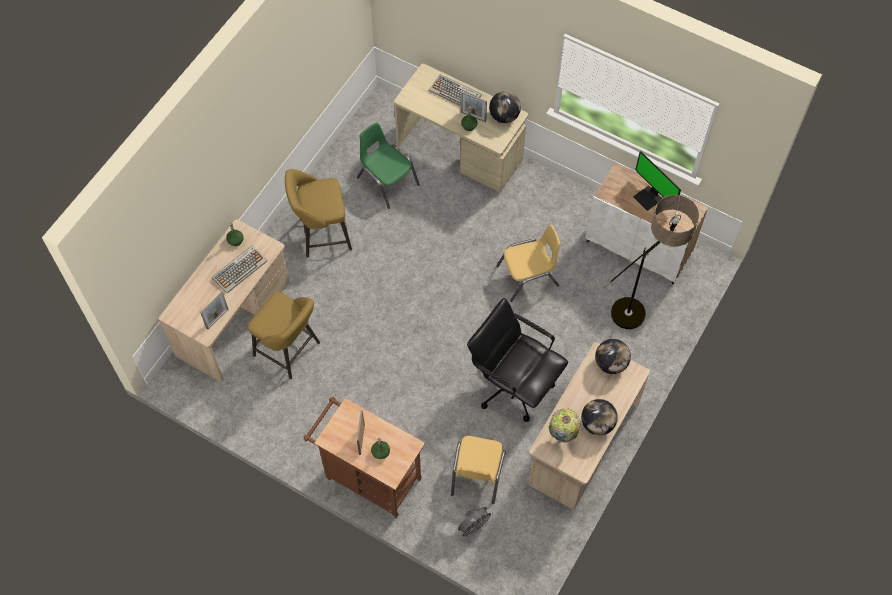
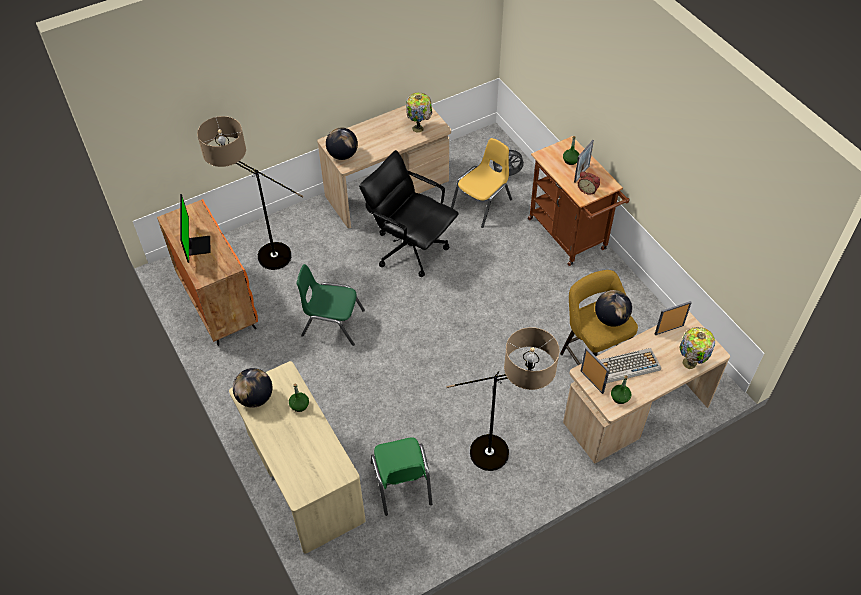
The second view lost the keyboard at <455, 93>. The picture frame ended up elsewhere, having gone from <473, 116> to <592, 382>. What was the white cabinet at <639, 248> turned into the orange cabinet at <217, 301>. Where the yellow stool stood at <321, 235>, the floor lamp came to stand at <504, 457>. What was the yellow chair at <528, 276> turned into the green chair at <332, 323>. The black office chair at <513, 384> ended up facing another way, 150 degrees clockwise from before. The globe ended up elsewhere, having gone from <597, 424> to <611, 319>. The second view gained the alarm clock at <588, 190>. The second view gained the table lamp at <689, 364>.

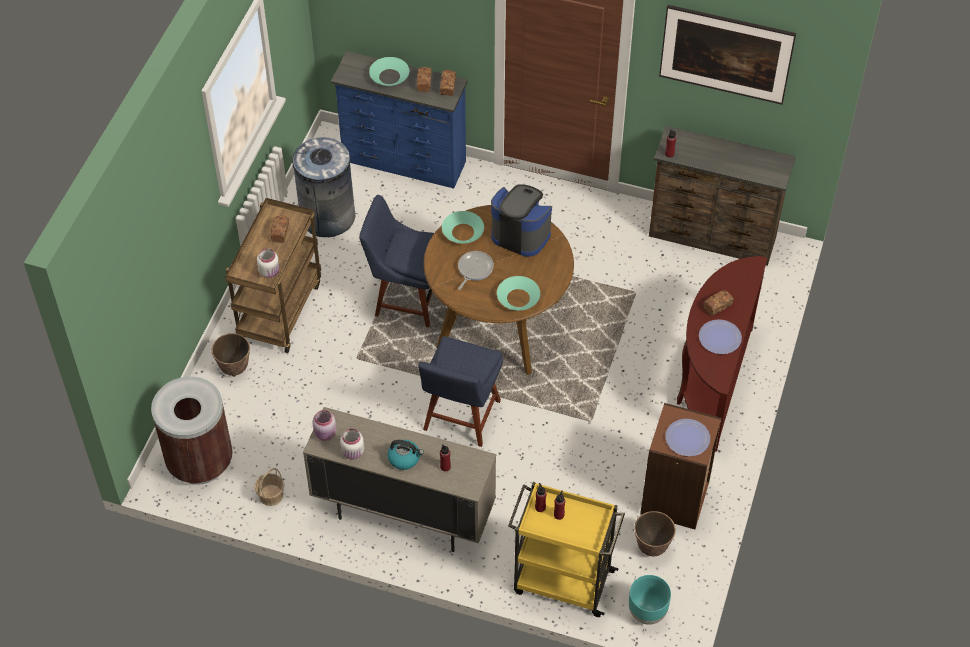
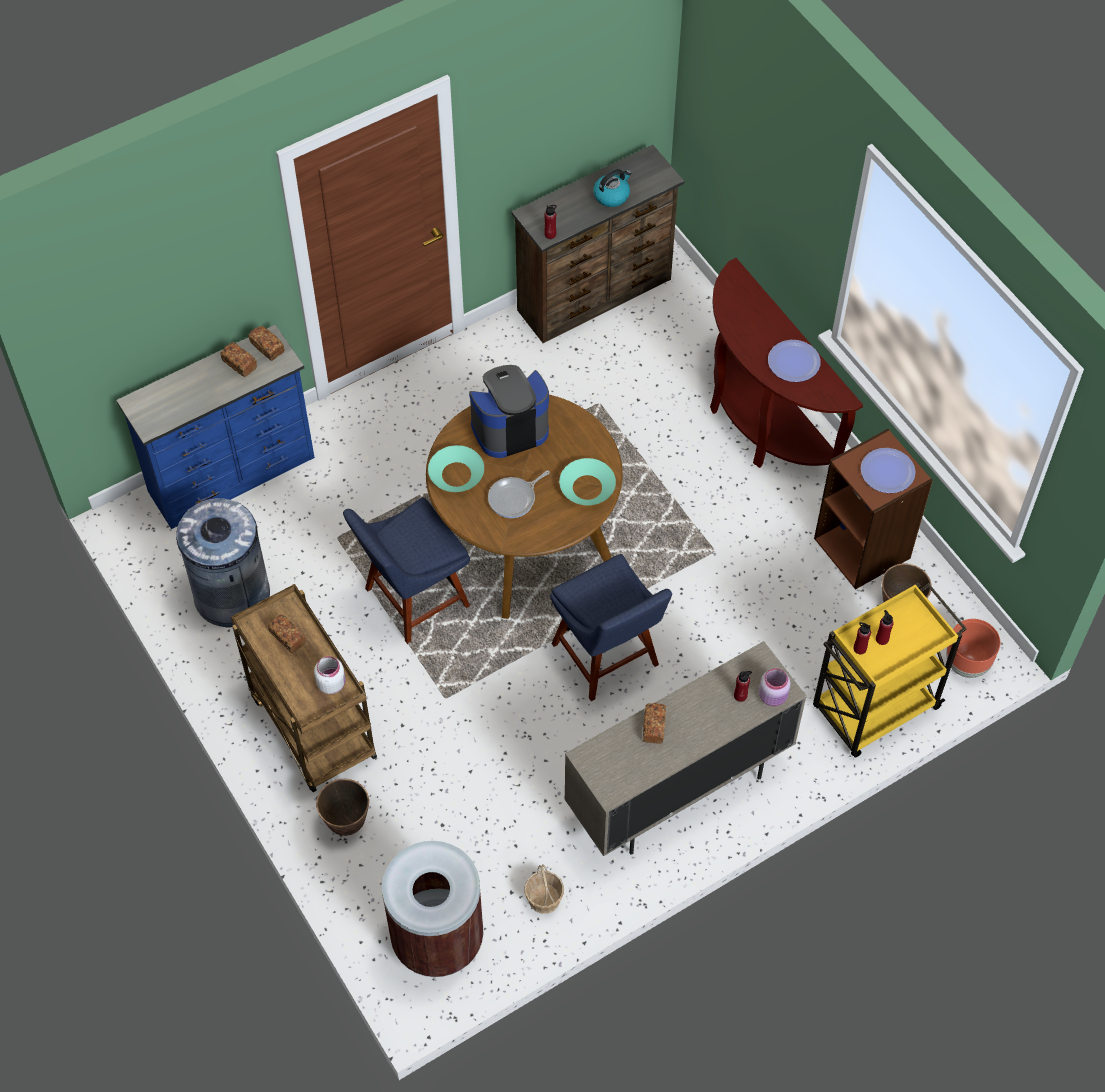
The second view lost the picture at <723, 71>. The second view lost the turquoise bowl at <389, 76>. The frying pan at <474, 269> ended up facing another way, 105 degrees counterclockwise from before. The bread ended up elsewhere, having gone from <717, 306> to <653, 727>. The pink jar ended up elsewhere, having gone from <325, 434> to <773, 696>. The second view lost the white jar at <353, 452>. The kettle ended up elsewhere, having gone from <404, 458> to <612, 195>. What was the turquoise planter at <647, 612> turned into the brown planter at <966, 663>.

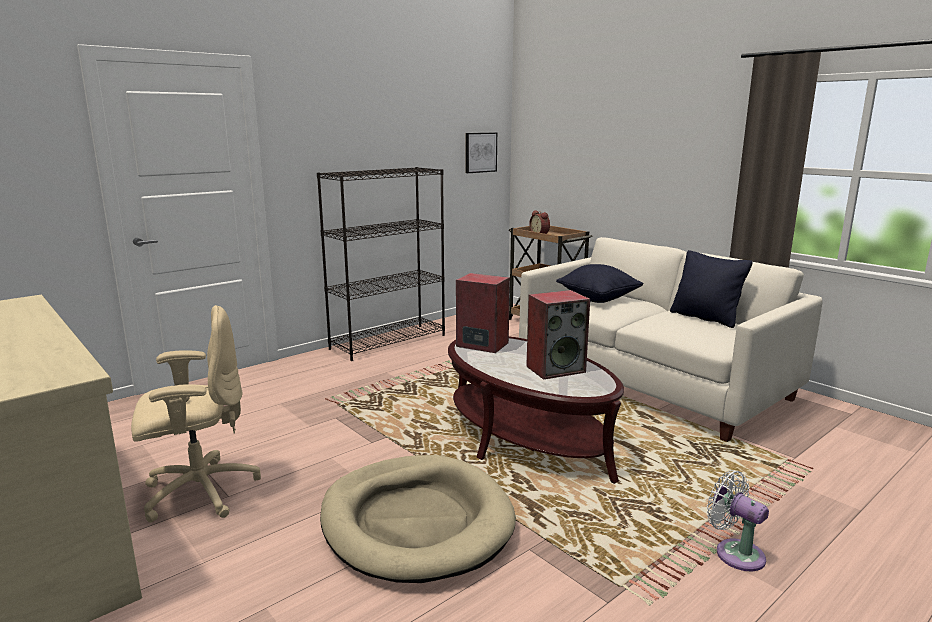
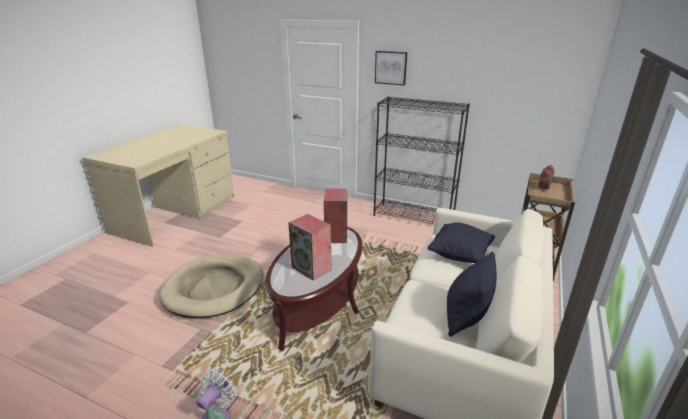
The picture ended up elsewhere, having gone from <480, 152> to <391, 68>. The second view lost the beige office chair at <199, 492>.

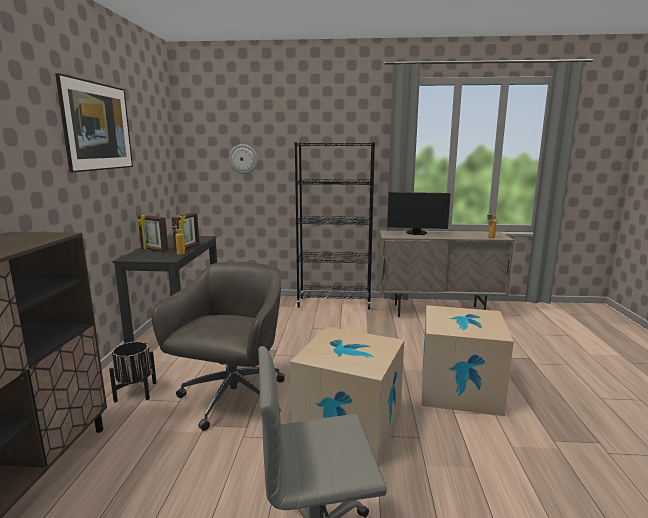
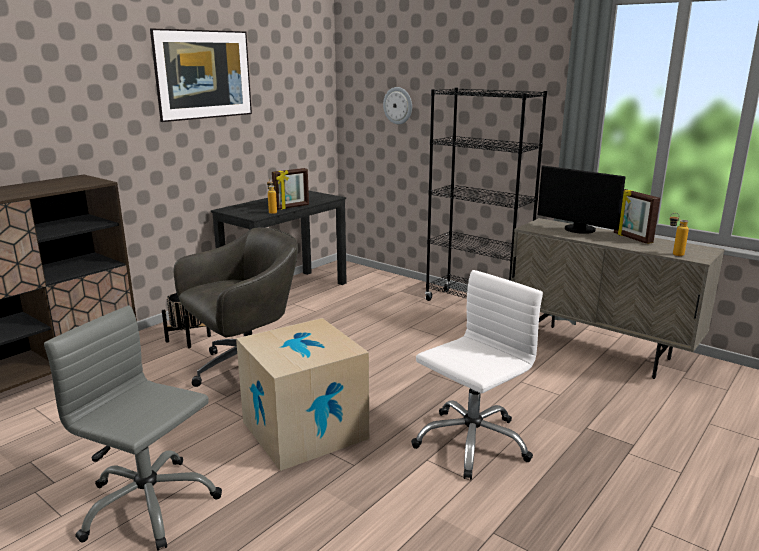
The picture frame ended up elsewhere, having gone from <154, 250> to <632, 238>. Where the cardboard box stood at <459, 389>, the white office chair came to stand at <471, 442>.

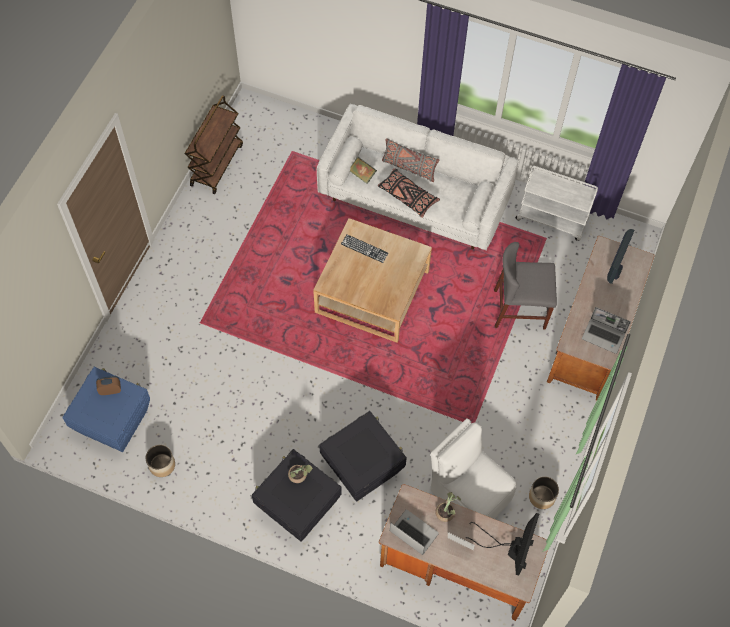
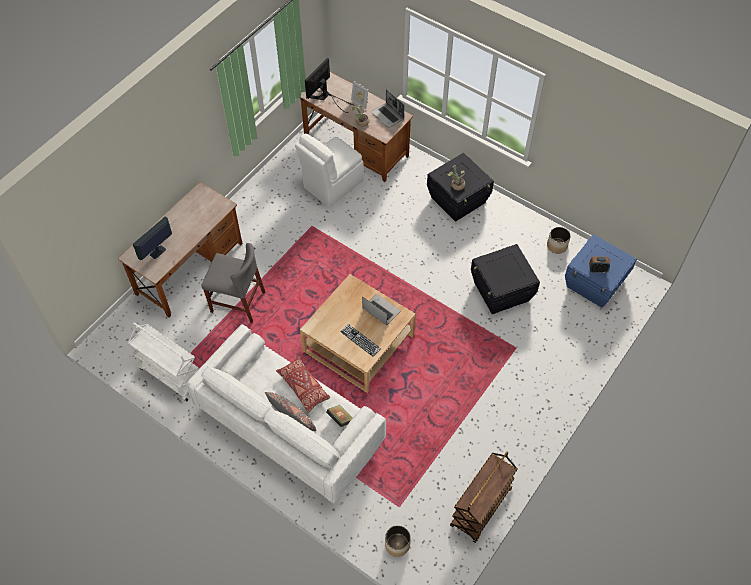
What was the black pillow at <407, 196> turned into the red pillow at <303, 387>. The laptop ended up elsewhere, having gone from <604, 336> to <380, 310>. The black storage box ended up elsewhere, having gone from <362, 467> to <501, 292>. The white chair at <469, 493> ended up facing another way, 75 degrees clockwise from before. The planter ended up elsewhere, having gone from <542, 496> to <397, 544>.

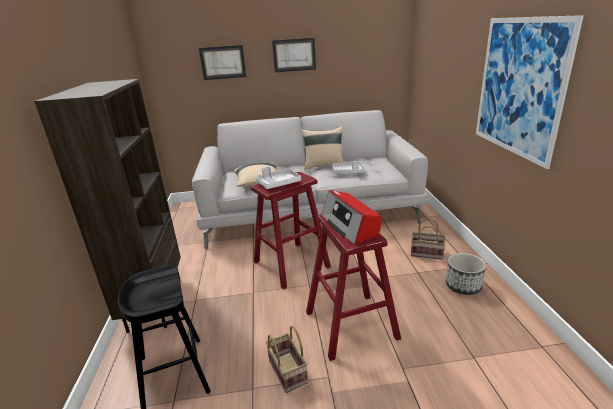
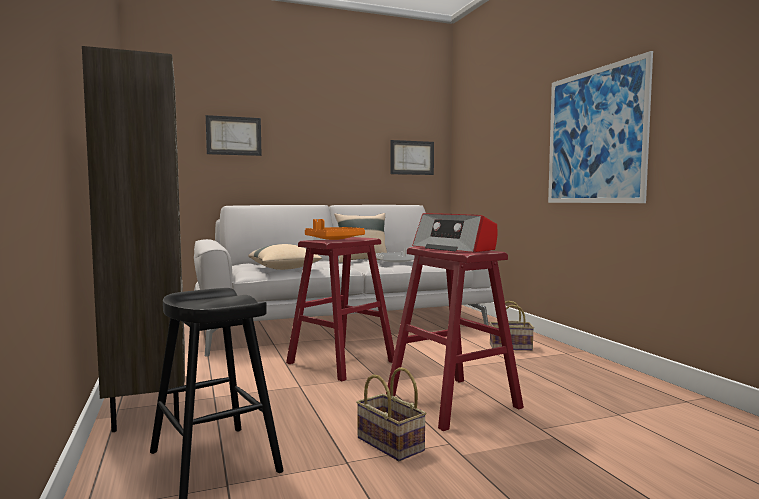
The picture ended up elsewhere, having gone from <294, 55> to <412, 157>. What was the grey tray at <278, 184> turned into the orange tray at <334, 239>. The second view lost the planter at <463, 286>.

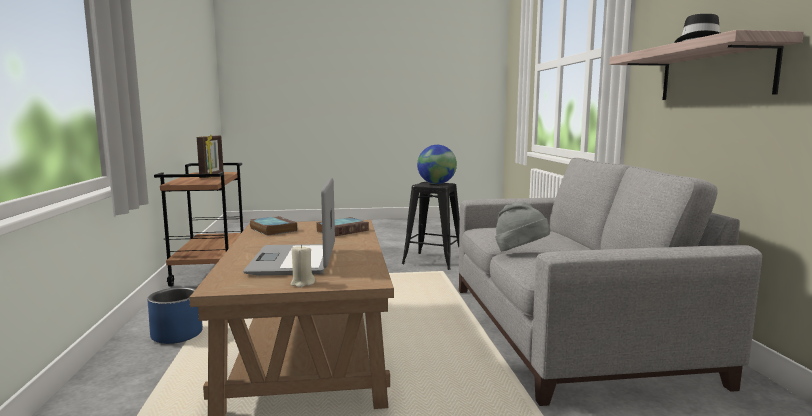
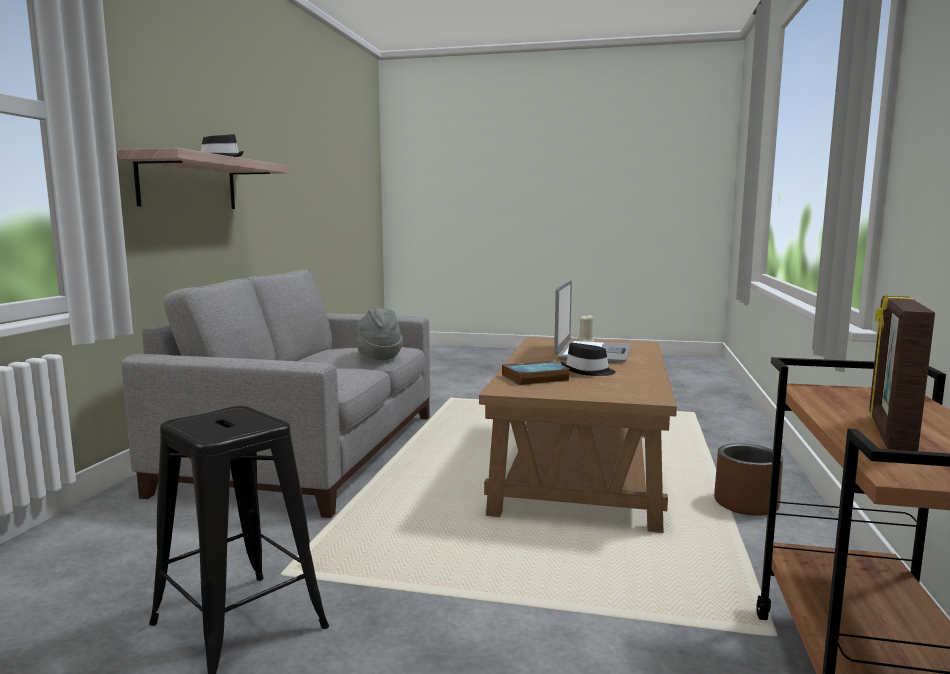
The second view lost the globe at <436, 184>. The second view lost the book at <272, 229>. What was the blue planter at <177, 335> turned into the brown planter at <746, 504>. The second view gained the black hat at <588, 372>.

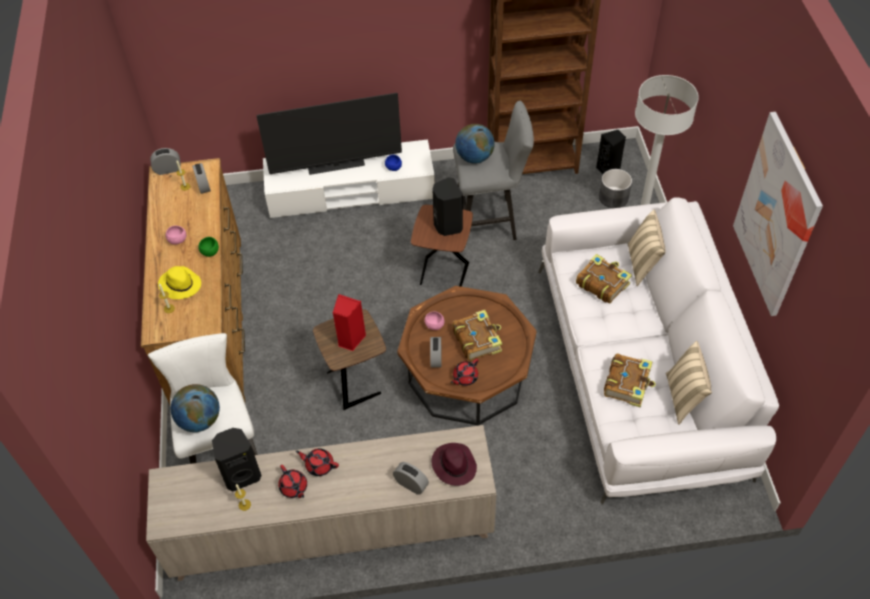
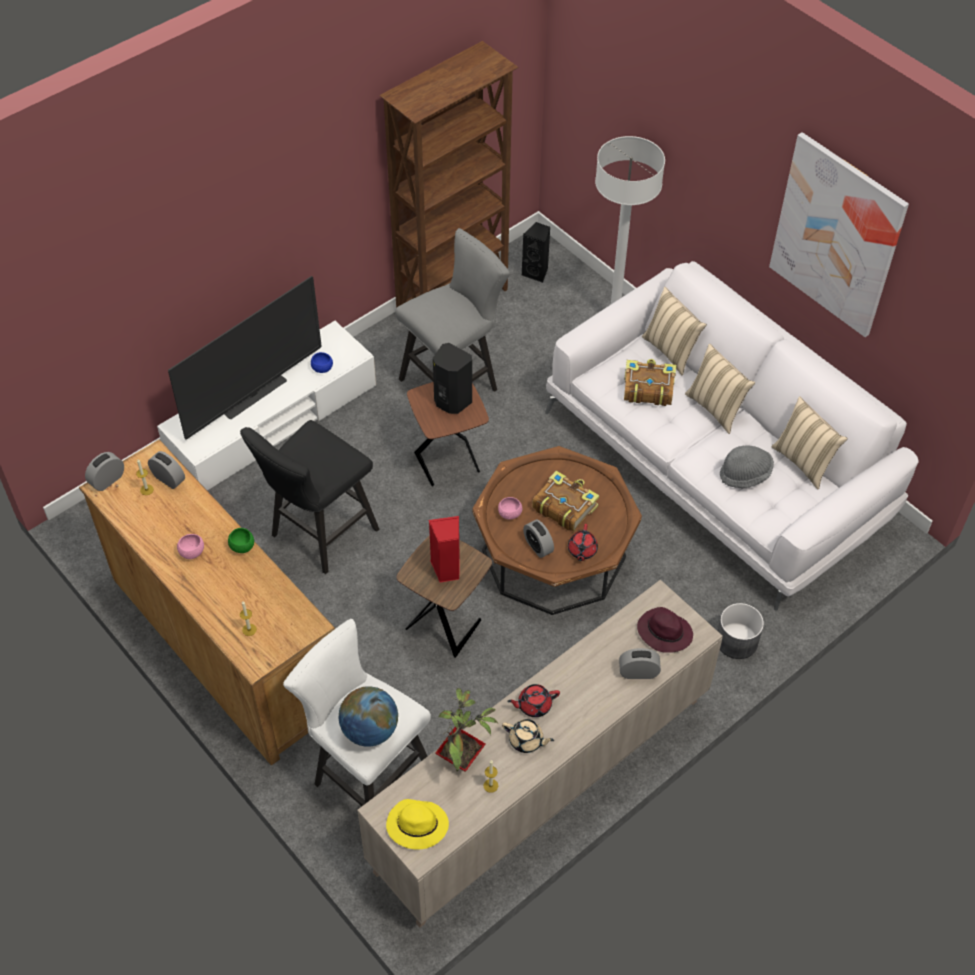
The second view lost the globe at <474, 157>. The grey planter ended up elsewhere, having gone from <613, 197> to <736, 640>. The yellow hat ended up elsewhere, having gone from <180, 285> to <416, 825>. Where the book stood at <628, 383>, the grey hat came to stand at <745, 474>. Where the black speaker stood at <242, 474>, the potted plant came to stand at <462, 758>. What was the red teapot at <294, 487> turned into the beige teapot at <526, 740>. The second view gained the beige pillow at <716, 408>. The second view gained the black stool at <318, 536>.

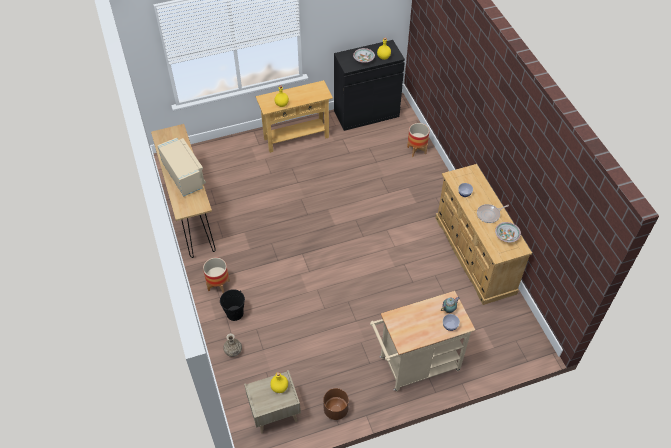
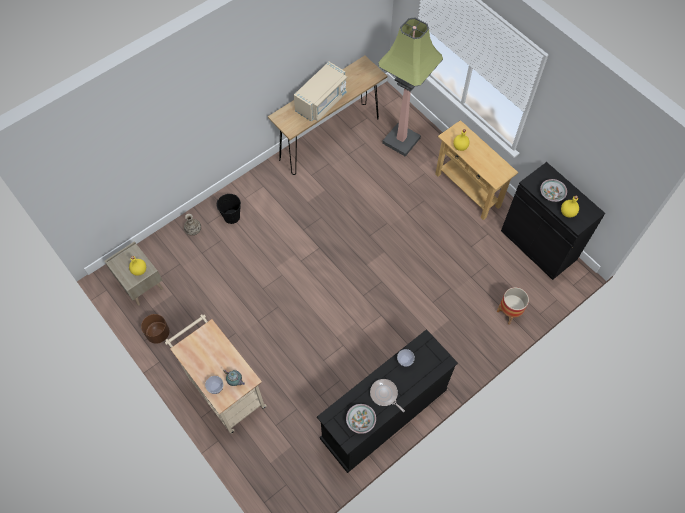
What was the beige dresser at <475, 255> turned into the black dresser at <383, 415>. The second view lost the planter at <218, 285>. The second view gained the floor lamp at <402, 140>.

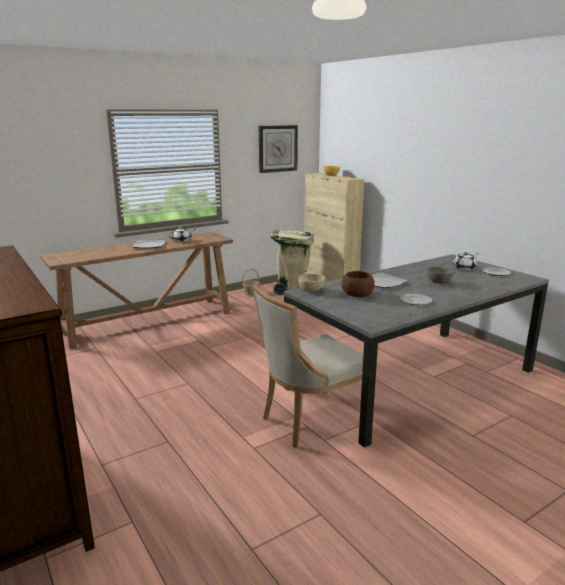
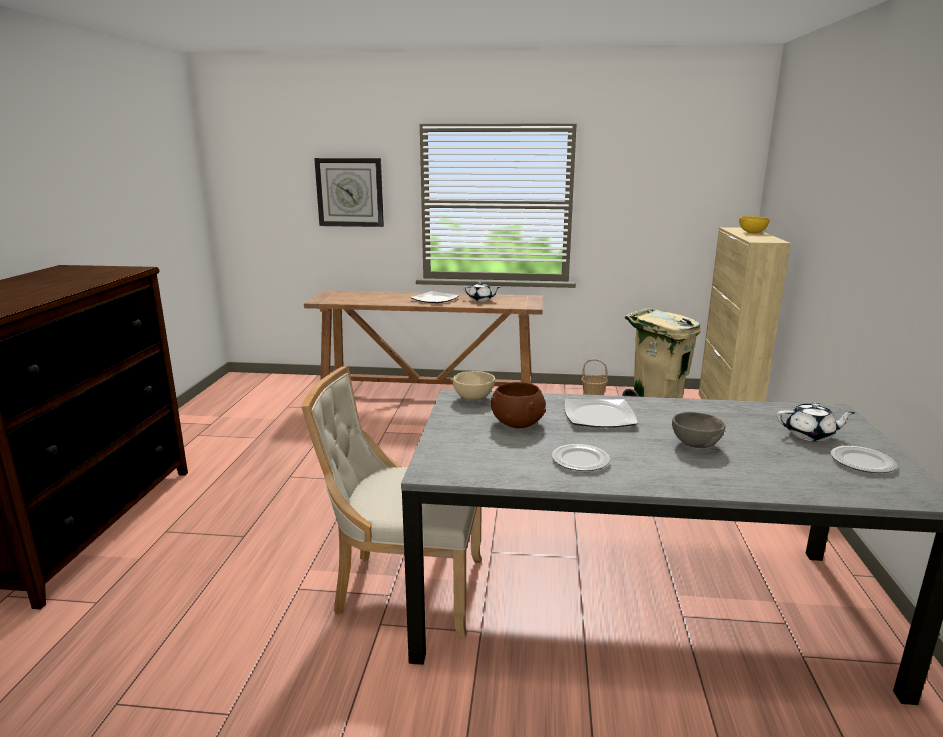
The wall clock ended up elsewhere, having gone from <277, 148> to <350, 192>.

